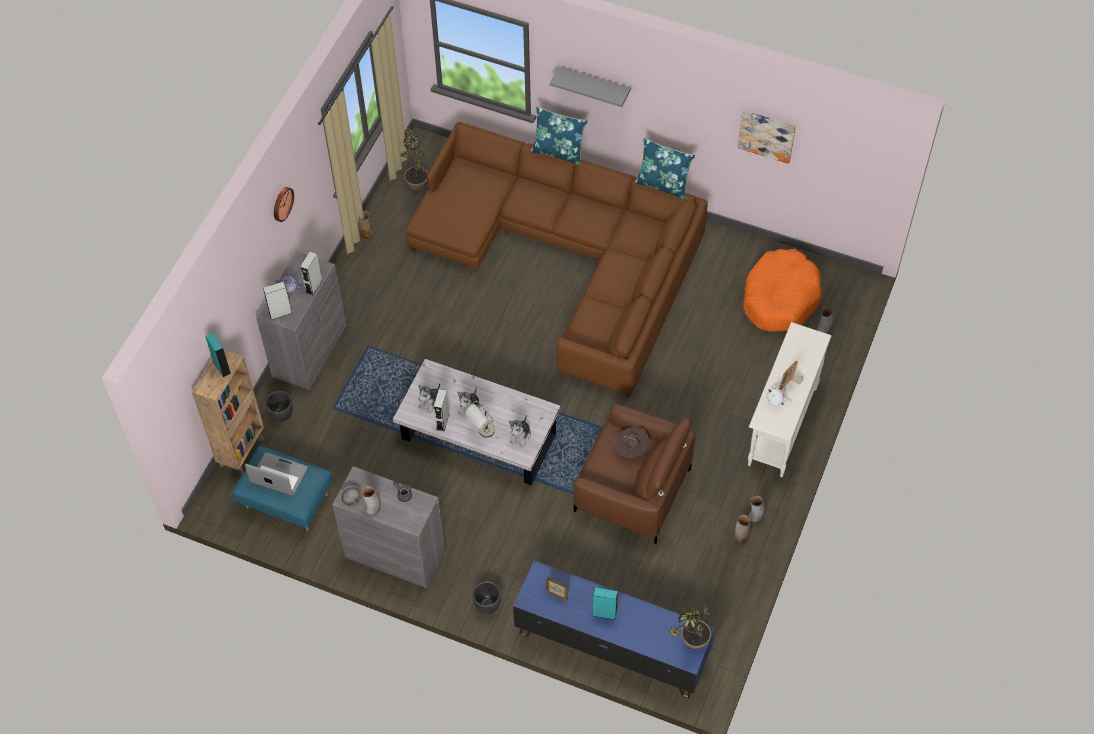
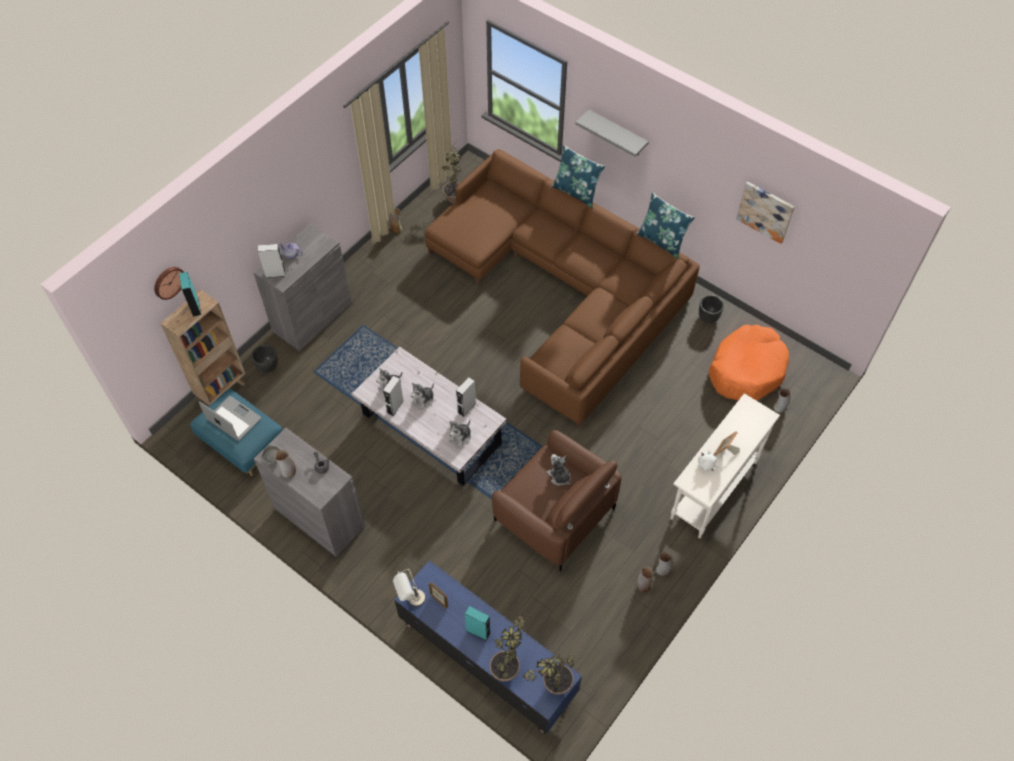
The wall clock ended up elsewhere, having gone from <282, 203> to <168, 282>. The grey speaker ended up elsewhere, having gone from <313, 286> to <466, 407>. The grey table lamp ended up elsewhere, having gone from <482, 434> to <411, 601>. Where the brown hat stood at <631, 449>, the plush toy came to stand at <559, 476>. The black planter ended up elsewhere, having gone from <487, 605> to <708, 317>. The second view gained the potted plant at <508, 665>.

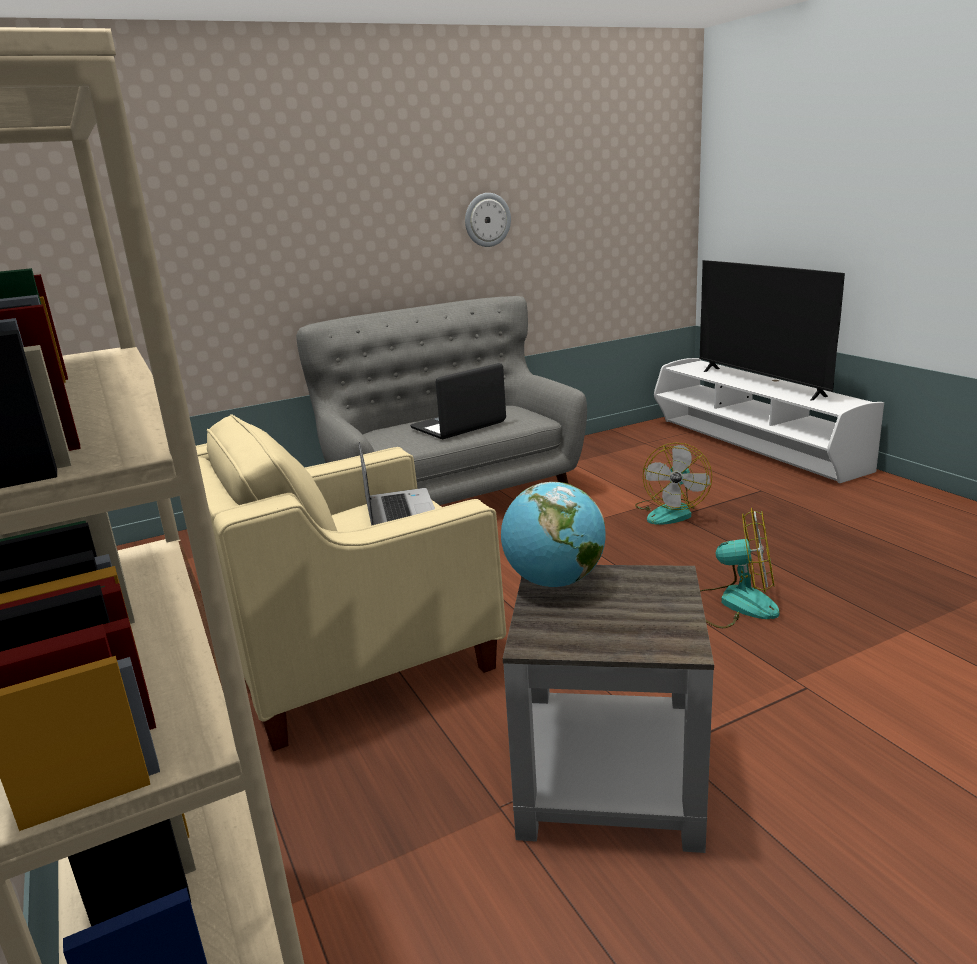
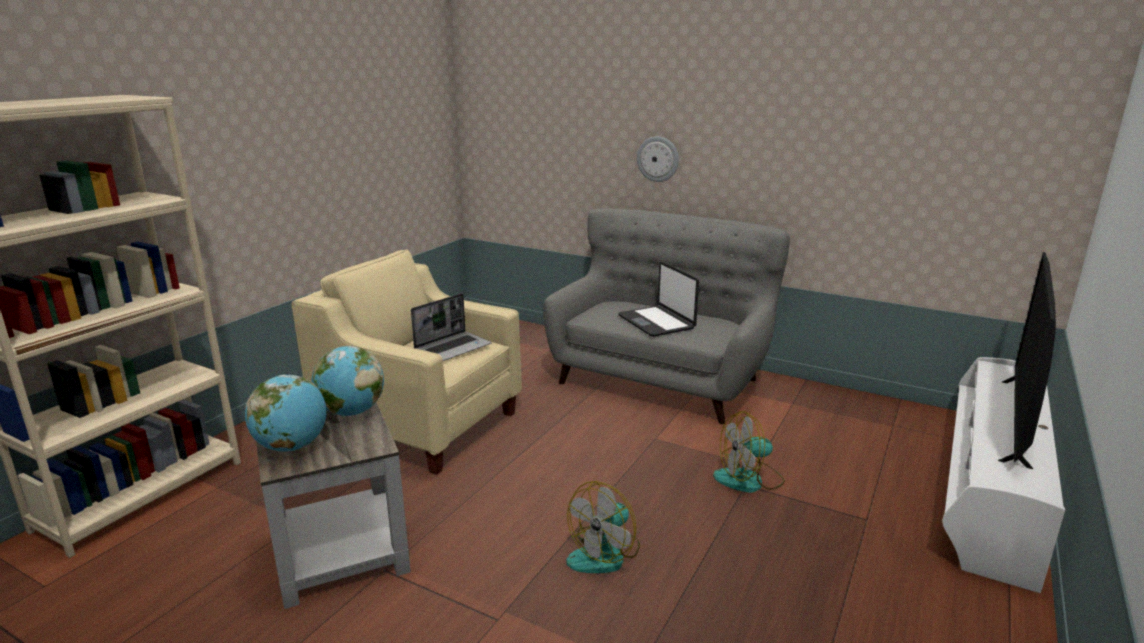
The wall clock ended up elsewhere, having gone from <487, 220> to <658, 159>. The laptop at <459, 426> ended up facing another way, 135 degrees counterclockwise from before. The fan at <734, 604> ended up facing another way, 60 degrees clockwise from before. The second view gained the globe at <292, 446>.

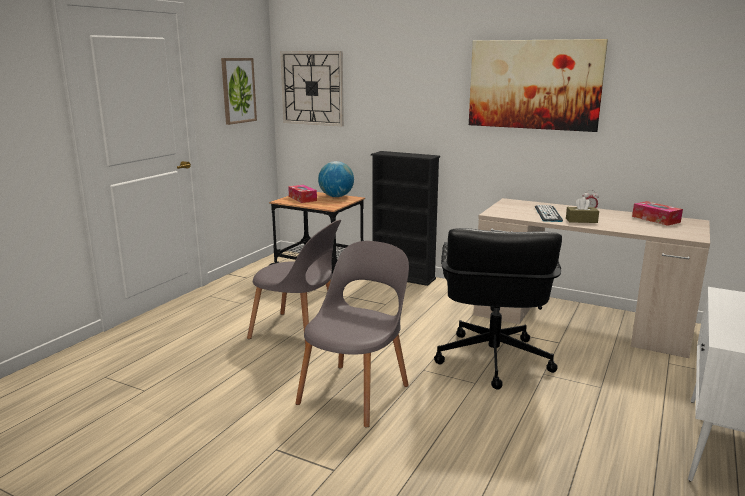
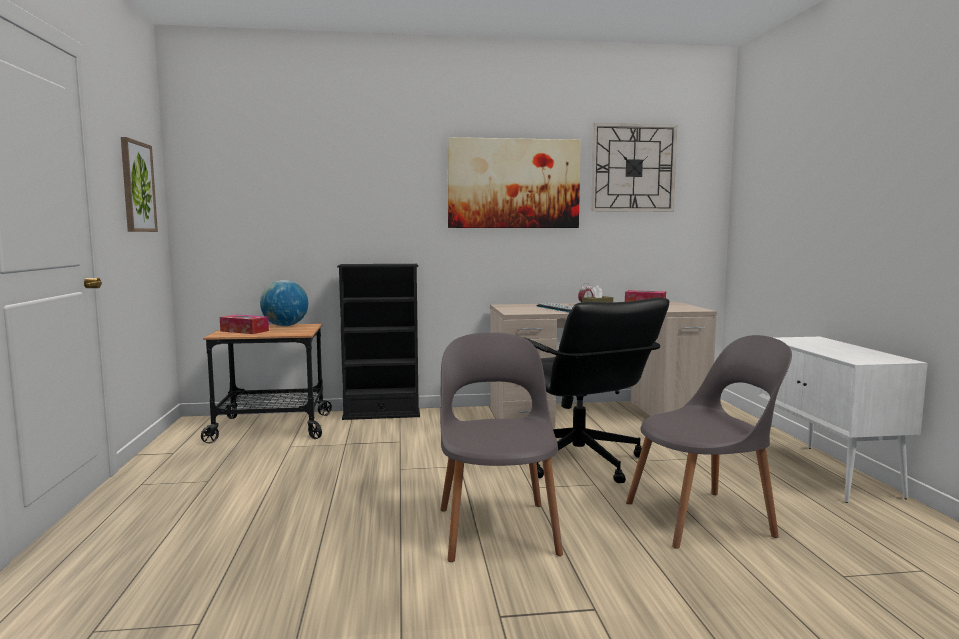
The wall clock ended up elsewhere, having gone from <312, 88> to <633, 168>. The grey chair ended up elsewhere, having gone from <298, 332> to <704, 518>.

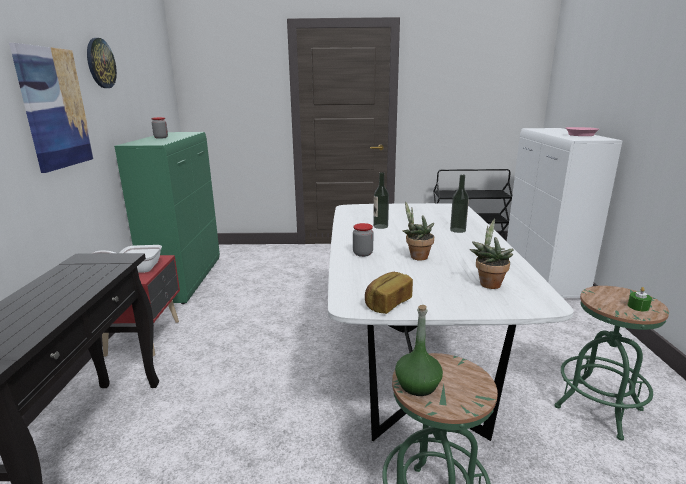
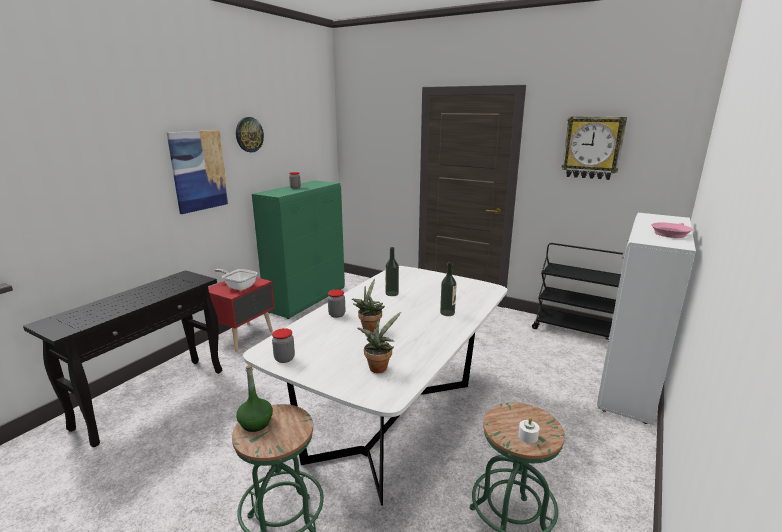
Where the bread stood at <387, 303>, the jar came to stand at <284, 358>. What was the green candle at <638, 307> turned into the white candle at <528, 436>. The second view gained the wall clock at <592, 147>.

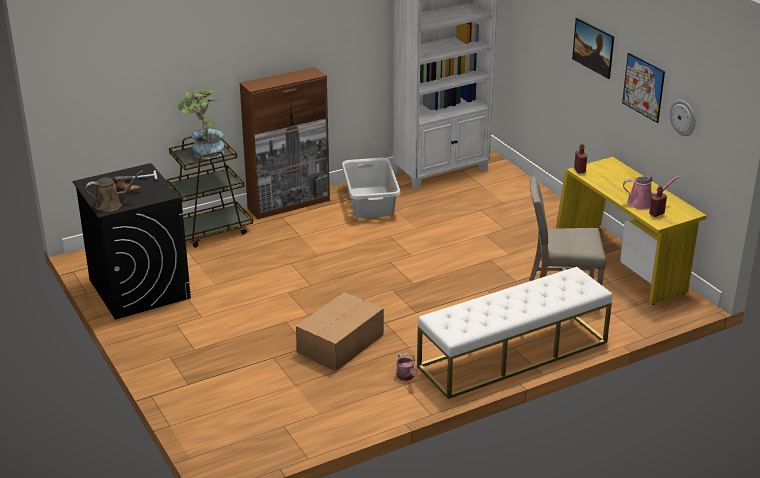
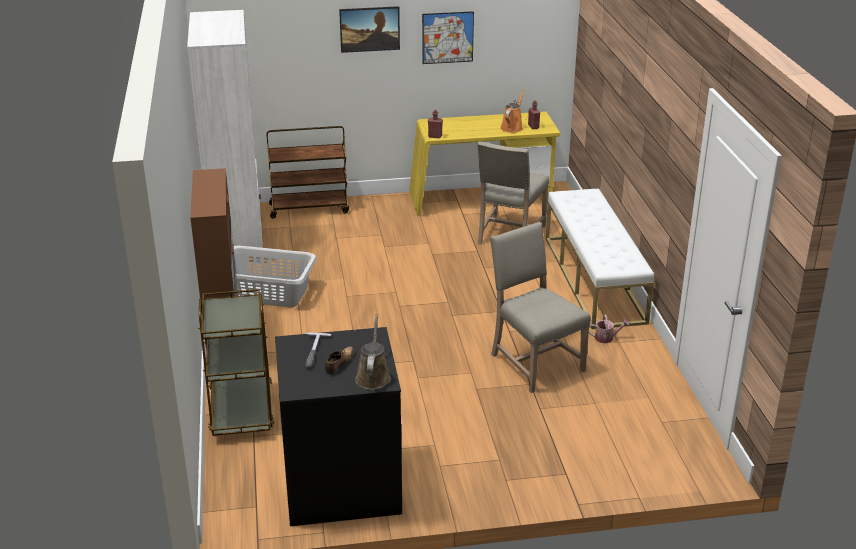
The second view lost the potted plant at <204, 153>. The second view lost the wall clock at <683, 117>. What was the pink watering can at <643, 203> turned into the orange watering can at <512, 127>. Where the cardboard box stood at <342, 343>, the beige chair came to stand at <533, 362>. The second view gained the brown cart at <309, 208>.

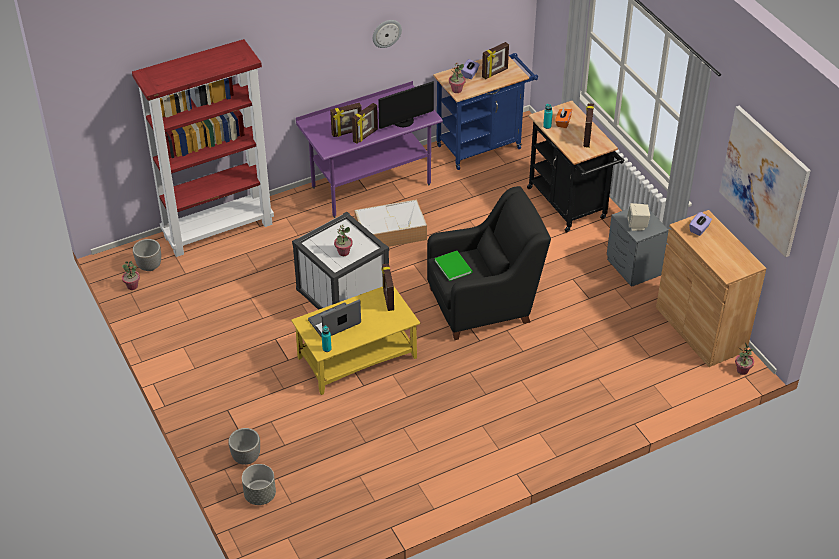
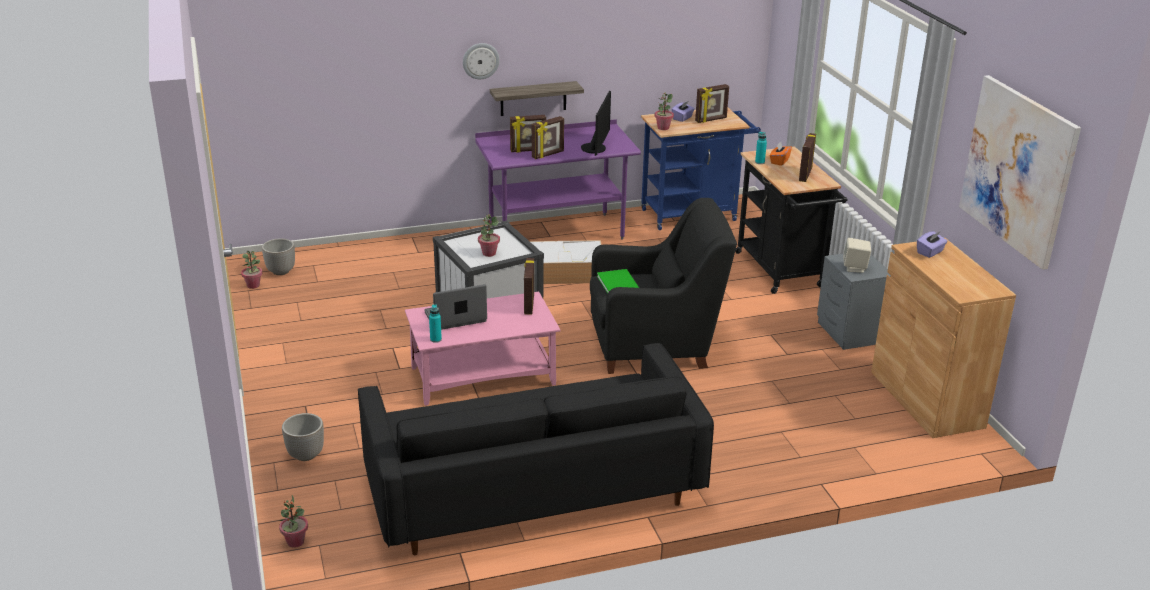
The wall clock ended up elsewhere, having gone from <386, 33> to <480, 60>. The second view lost the red bookcase at <219, 229>. The monitor at <404, 122> ended up facing another way, 60 degrees counterclockwise from before. What was the yellow coffee table at <356, 358> turned into the pink coffee table at <482, 376>. The potted plant ended up elsewhere, having gone from <742, 370> to <295, 542>. The second view lost the grey planter at <260, 495>. The second view gained the shelf at <533, 98>. The second view gained the black sofa at <533, 489>.

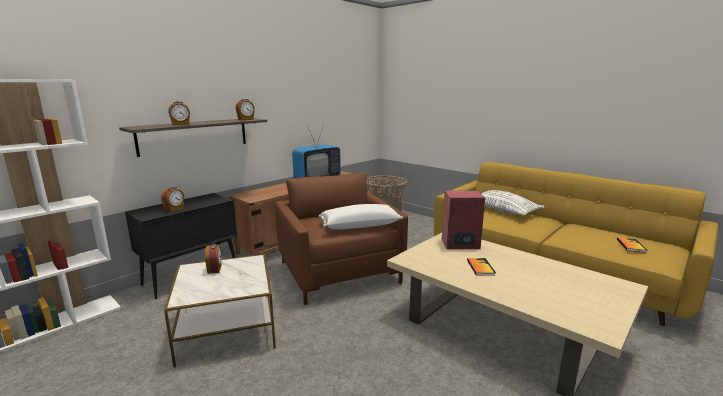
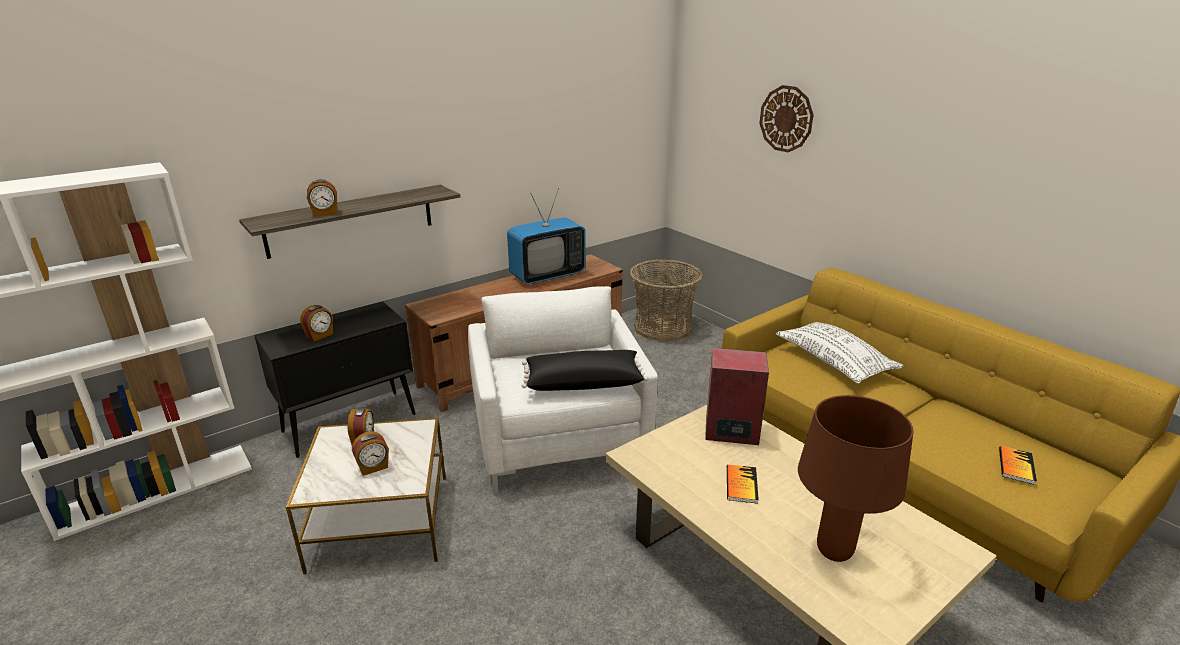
The alarm clock ended up elsewhere, having gone from <246, 119> to <373, 467>. What was the brown armchair at <339, 272> turned into the white armchair at <558, 437>. What was the white pillow at <360, 225> turned into the black pillow at <583, 382>. The second view gained the wall clock at <786, 119>. The second view gained the brown table lamp at <835, 552>.

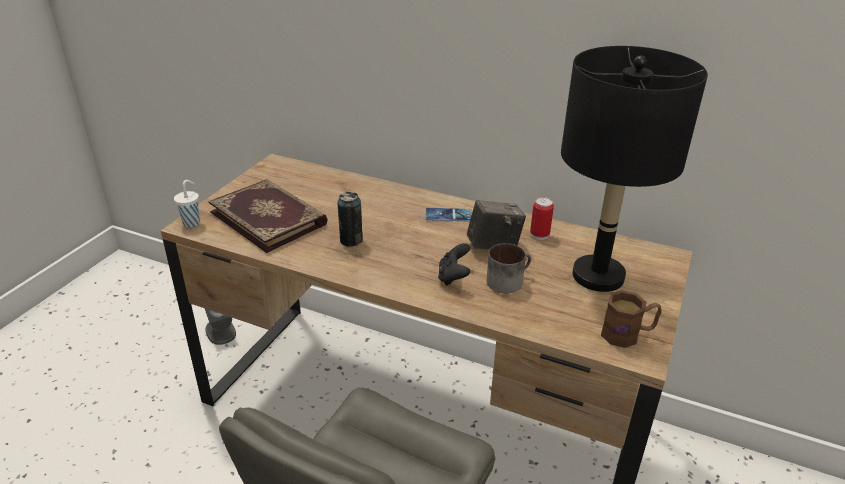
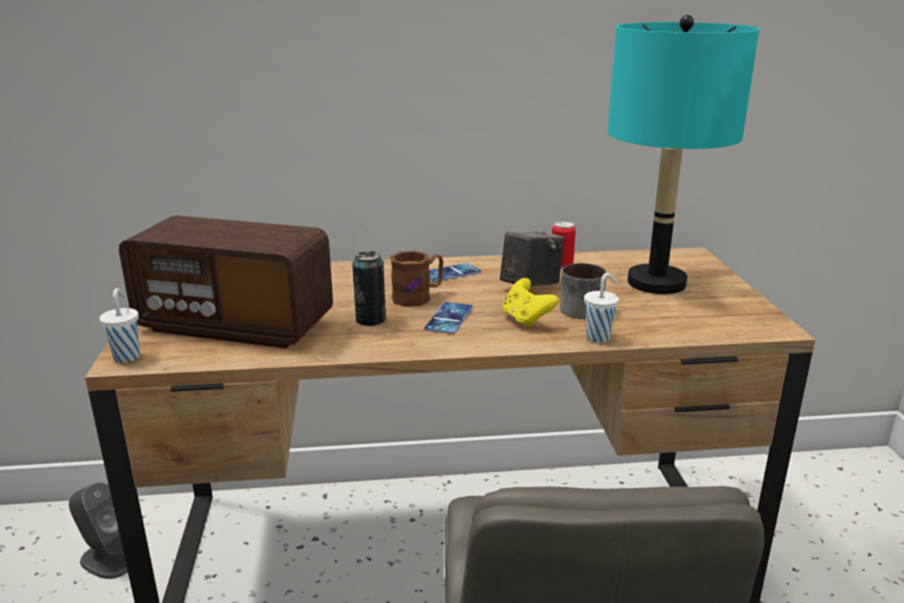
What was the black table lamp at <598, 276> turned into the turquoise table lamp at <657, 283>. Where the book stood at <269, 217>, the radio came to stand at <236, 325>. What was the black game controller at <453, 277> turned into the yellow game controller at <526, 320>. The brown mug ended up elsewhere, having gone from <627, 334> to <418, 296>. The second view gained the white cup at <599, 337>. The second view gained the phone at <449, 318>.

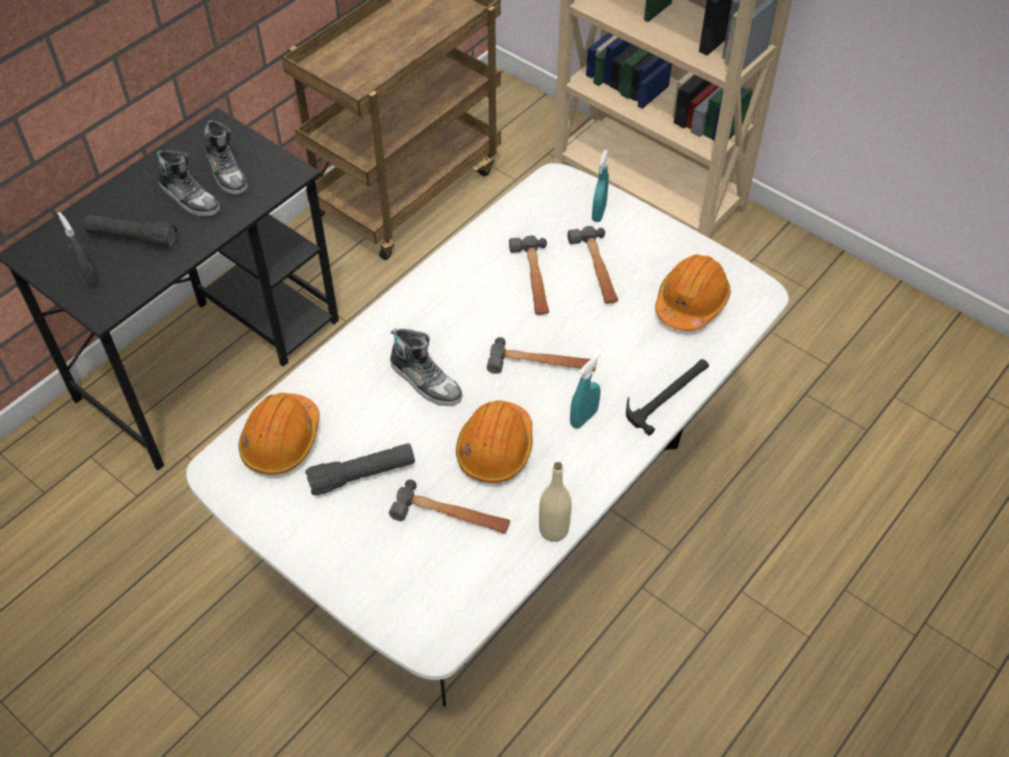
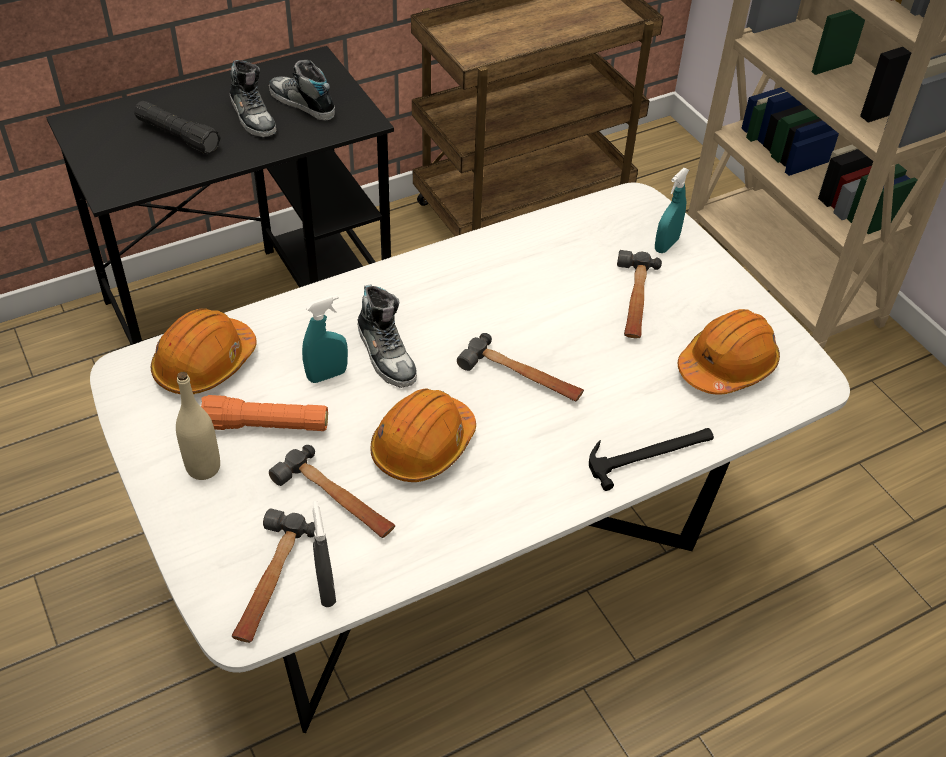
The shoe at <227, 172> ended up facing another way, 135 degrees clockwise from before. The grey spray bottle ended up elsewhere, having gone from <88, 278> to <326, 589>. The hammer ended up elsewhere, having gone from <533, 280> to <269, 580>. The turquoise spray bottle ended up elsewhere, having gone from <583, 418> to <327, 375>. What was the black flashlight at <362, 475> turned into the orange flashlight at <266, 426>. The beige bottle ended up elsewhere, having gone from <553, 530> to <203, 468>.

